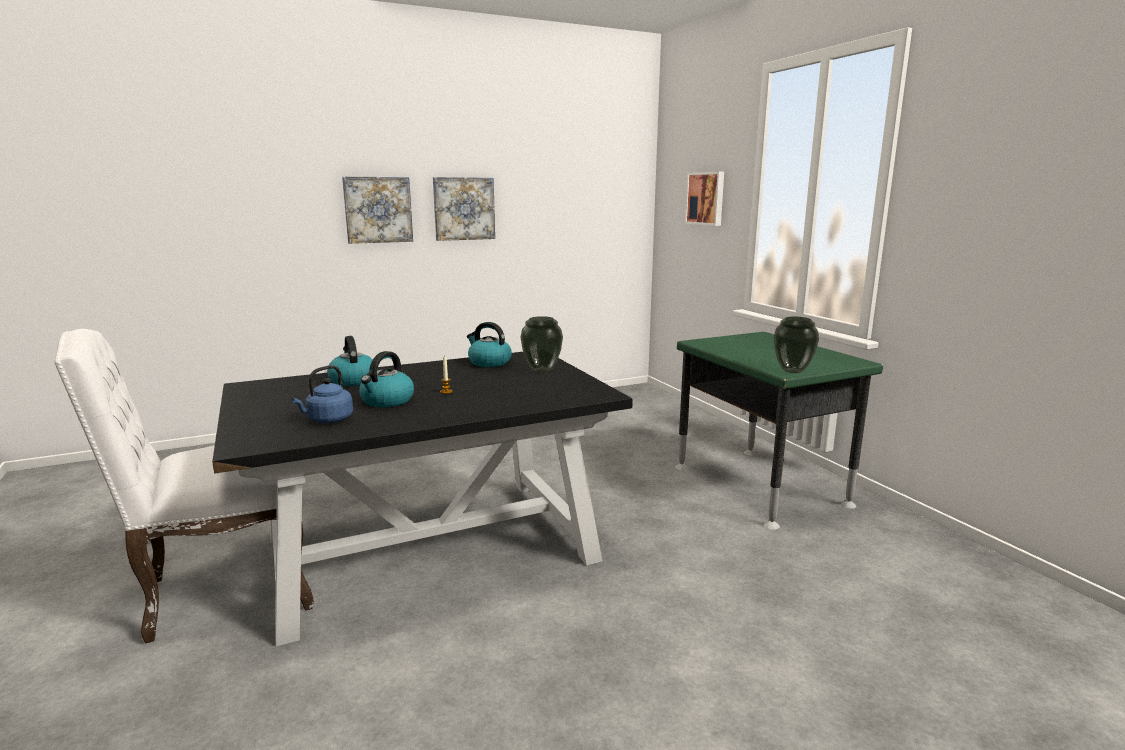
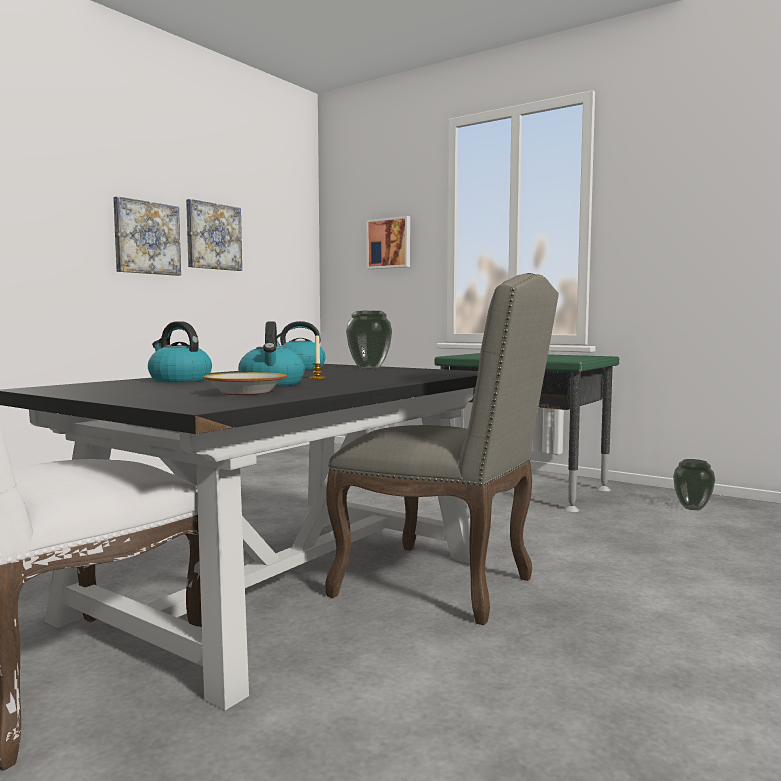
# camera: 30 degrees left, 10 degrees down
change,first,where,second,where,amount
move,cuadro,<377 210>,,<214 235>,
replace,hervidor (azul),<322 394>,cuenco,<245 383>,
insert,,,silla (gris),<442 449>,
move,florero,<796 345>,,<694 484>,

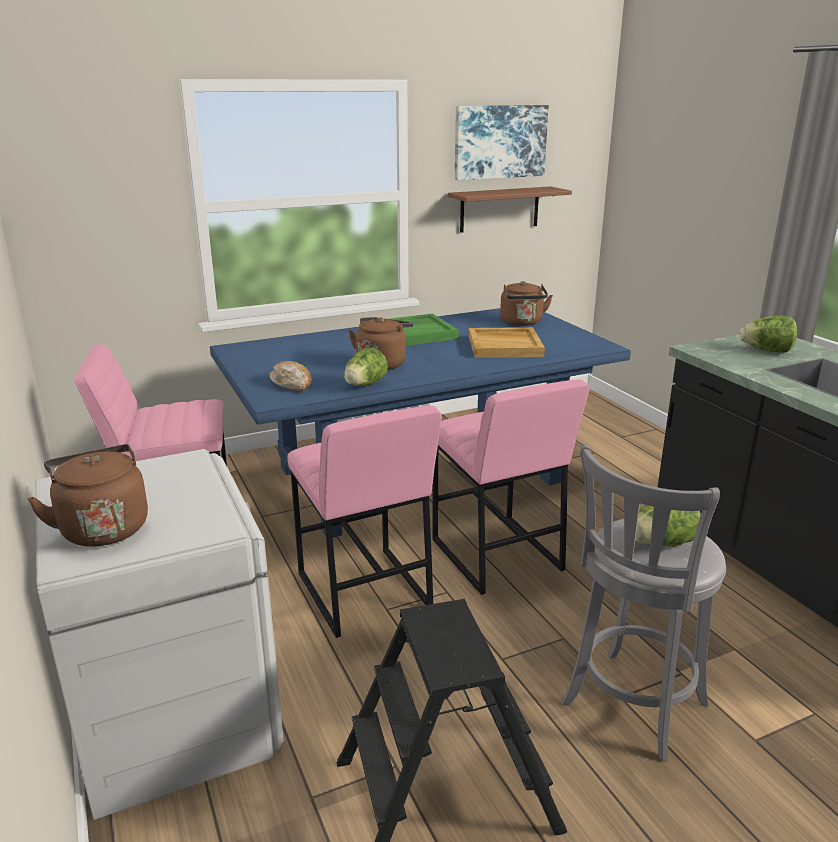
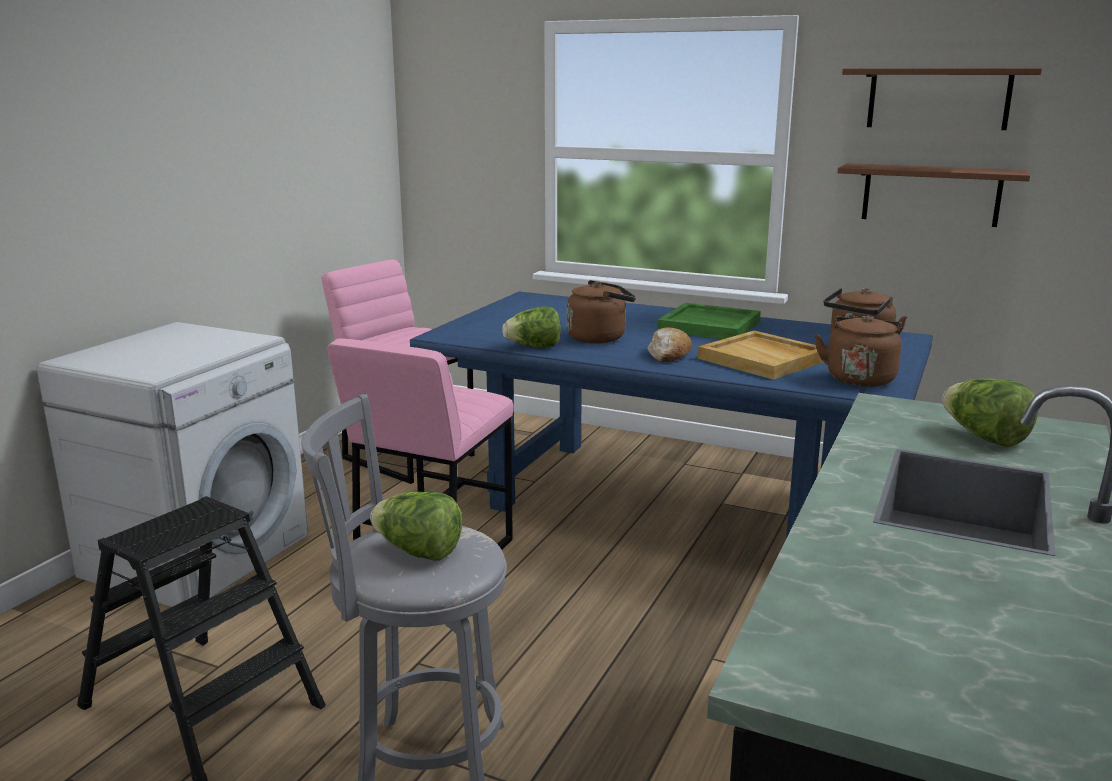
# camera: 50 degrees right, 5 degrees down
change,first,where,second,where,amount
move,pan,<290 376>,,<669 344>,
move,hervidor (marrón),<87 495>,,<858 351>,
replace,cuadro,<502 142>,estante (marrón),<942 99>,
delete,silla (rosa),<511 487>,,,

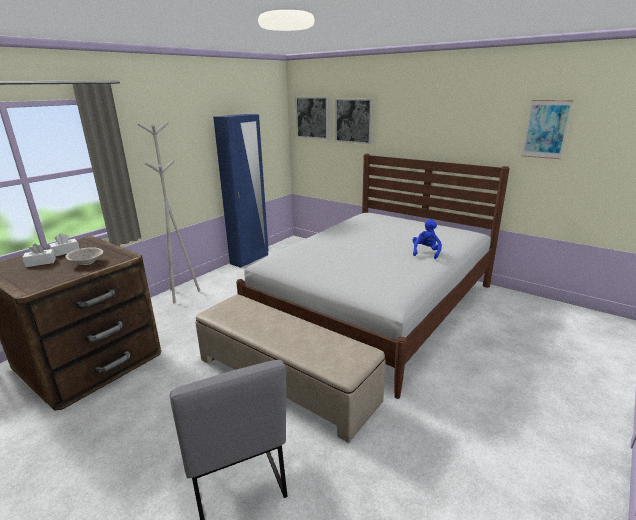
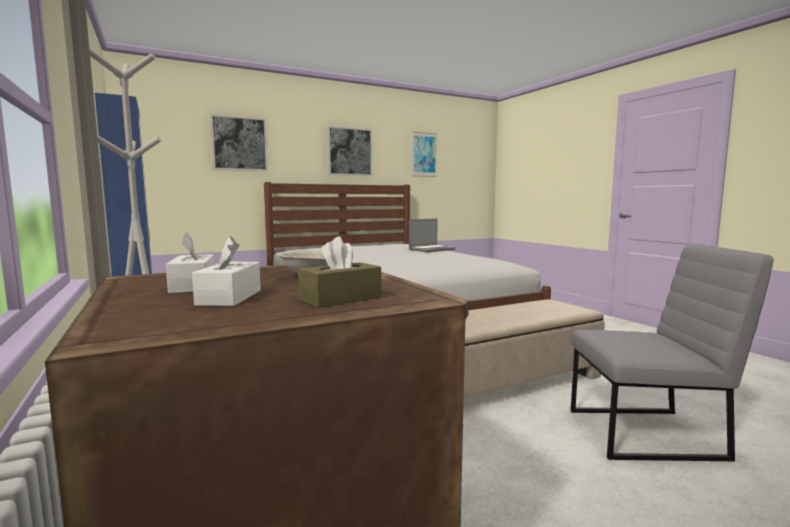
# camera: 65 degrees left, 15 degrees down
change,first,where,second,where,amount
insert,,,caja de pañuelos (marrón),<340 272>,
move,cuadro,<312 118>,,<349 151>,
replace,peluche (azul),<427 239>,portátil,<432 235>,

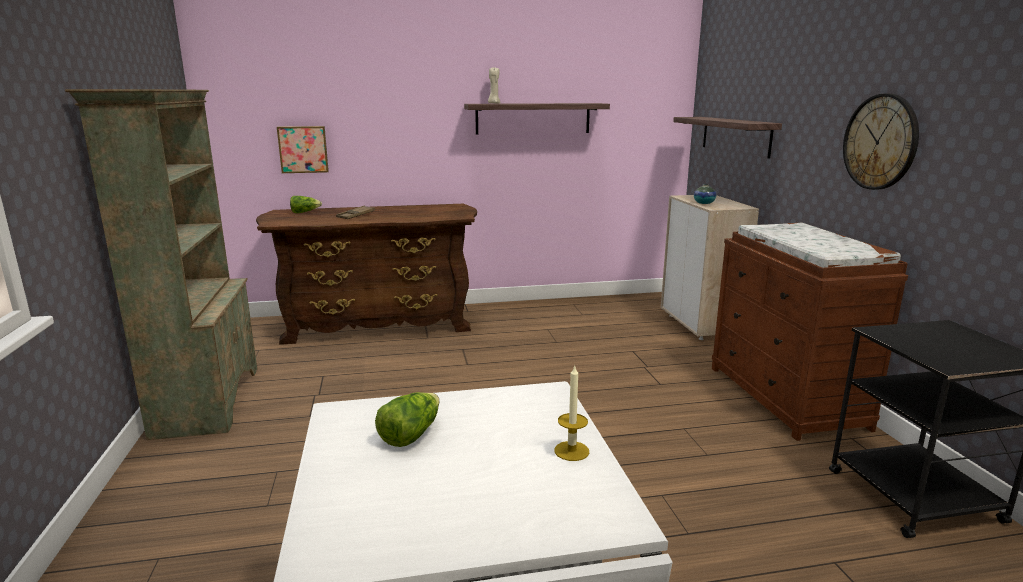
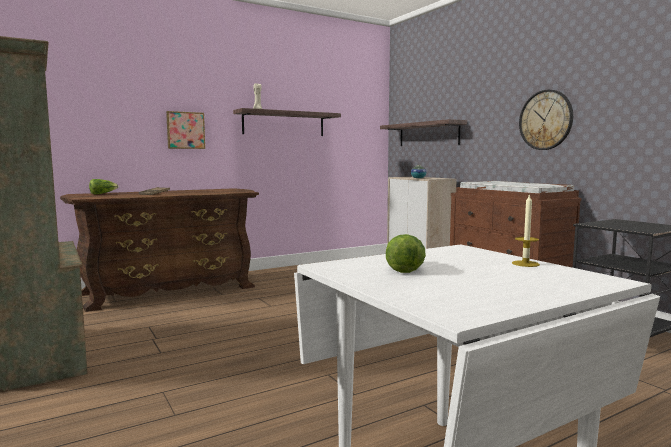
# camera: 20 degrees left, 10 degrees down
change,first,where,second,where,amount
move,cuadro,<303 149>,,<185 130>,

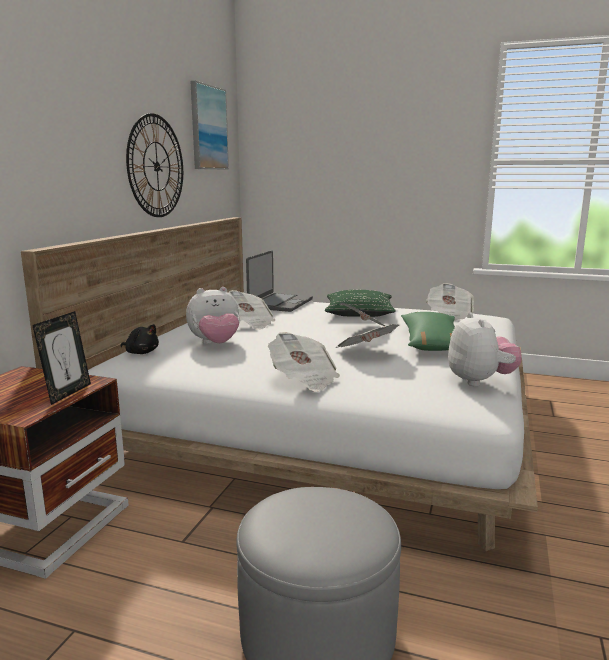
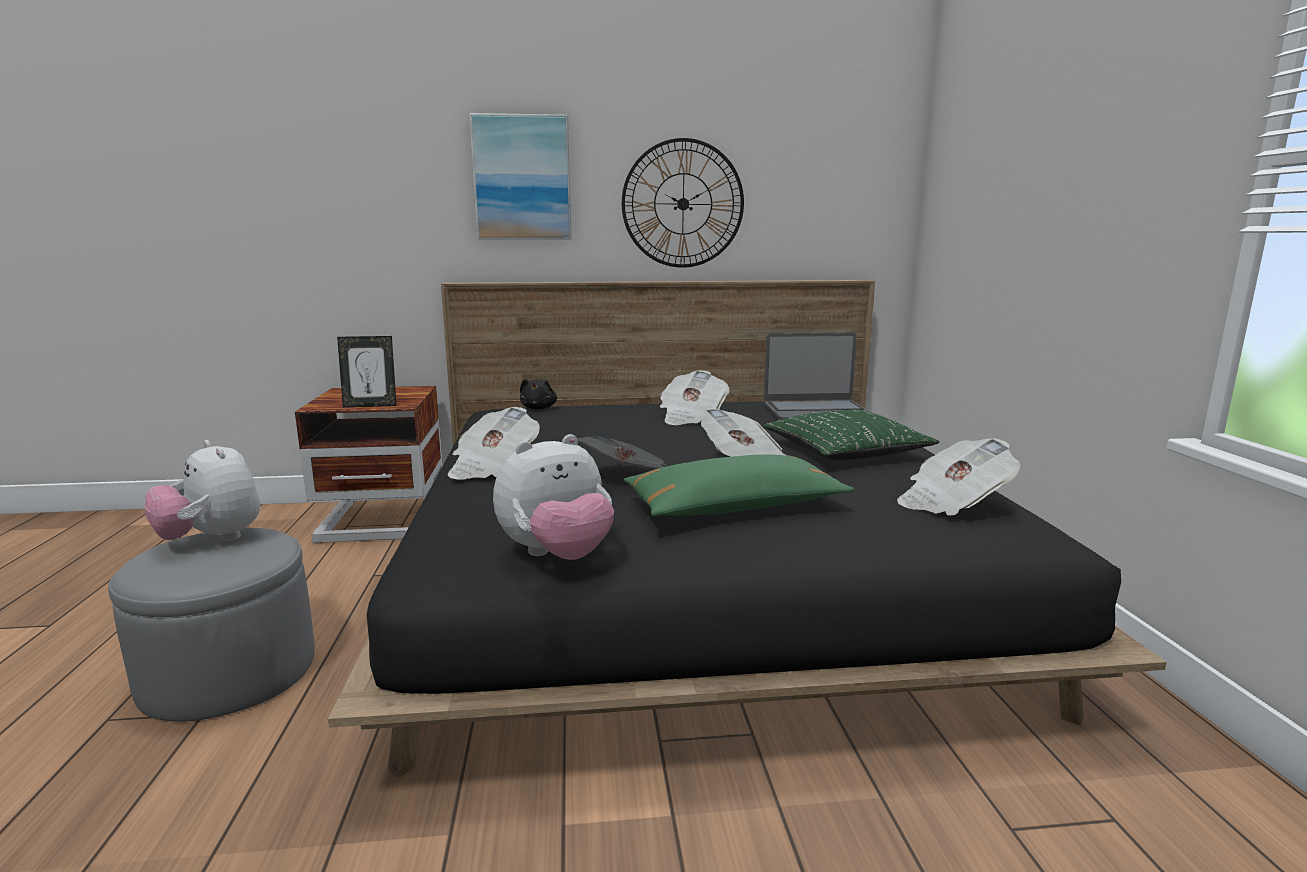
# camera: 65 degrees right, 0 degrees up
change,first,where,second,where,amount
move,peluche,<213 315>,,<202 490>,
recolor,cama (blanco),<279 384>,cama (negro),<747 529>,
move,cuadro,<209 125>,,<520 176>,

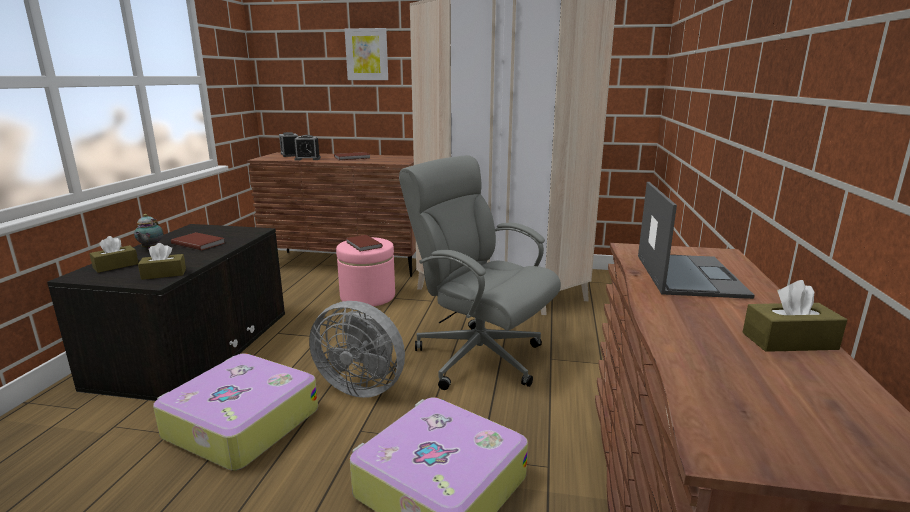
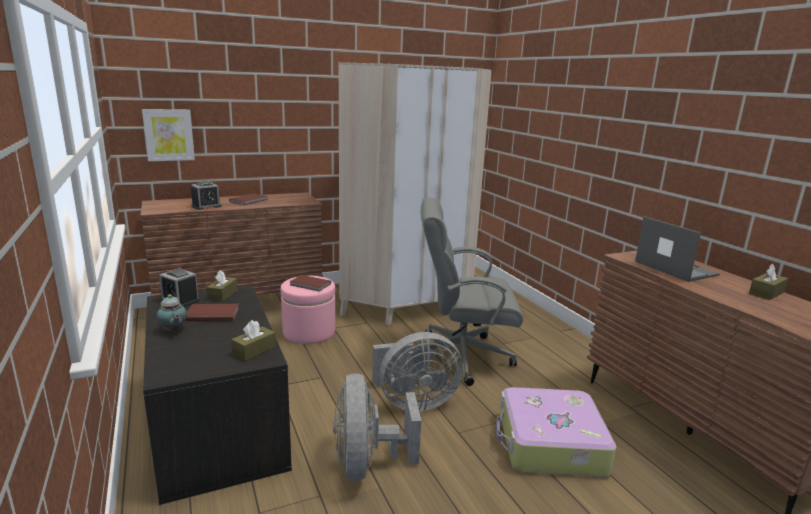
# camera: 35 degrees left, 0 degrees up
change,first,where,second,where,amount
move,cuadro,<366 54>,,<168 135>,
move,despertador,<288 144>,,<179 287>,
move,caja de pañuelos (marrón),<113 254>,,<222 286>,
replace,maleta,<235 412>,ventilador (gris),<377 427>,

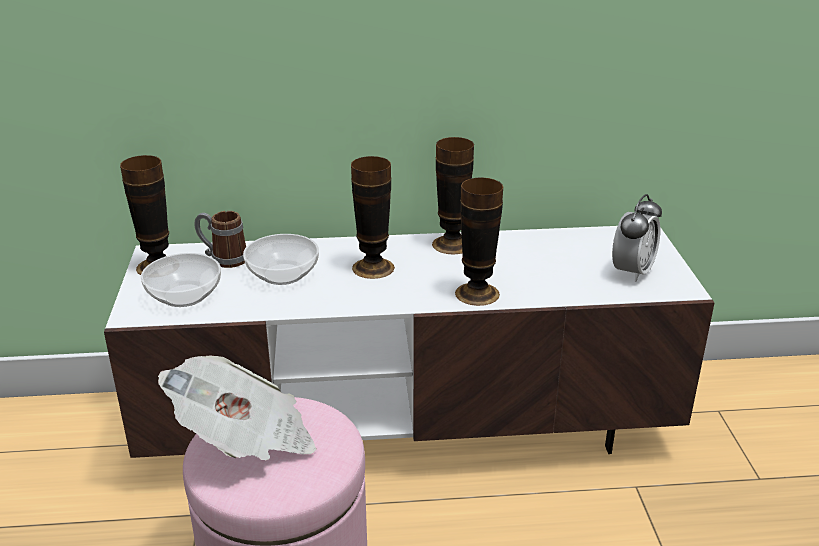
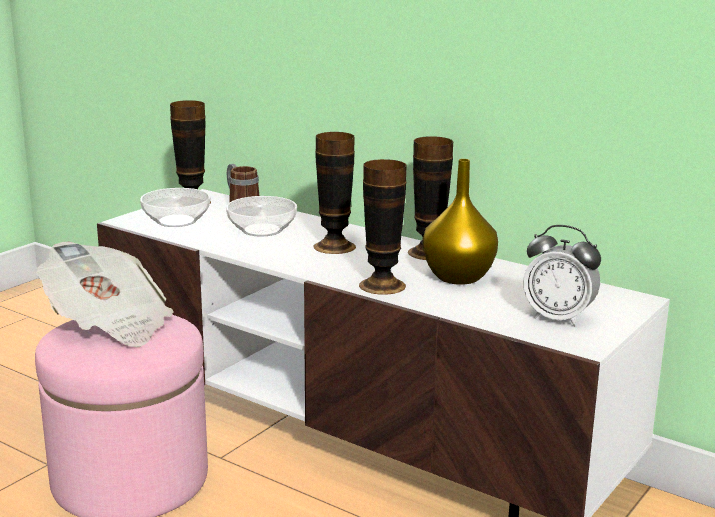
# camera: 40 degrees right, 10 degrees down
change,first,where,second,where,amount
insert,,,florero (amarillo),<460 222>,
rotate,despertador,<637 238>,,<562 276>,45 degrees clockwise

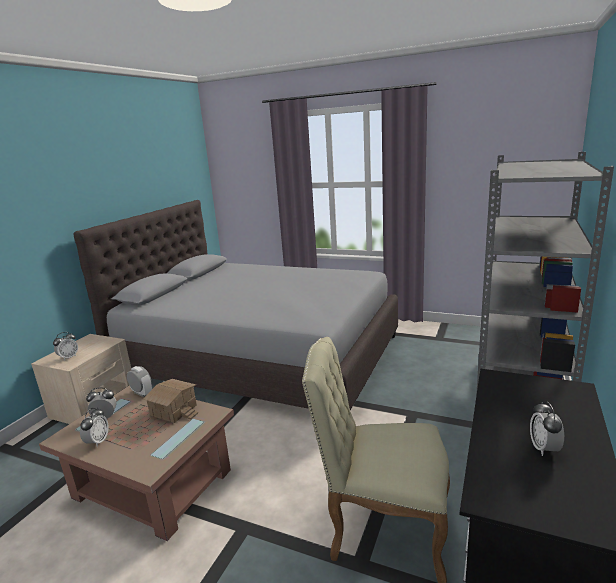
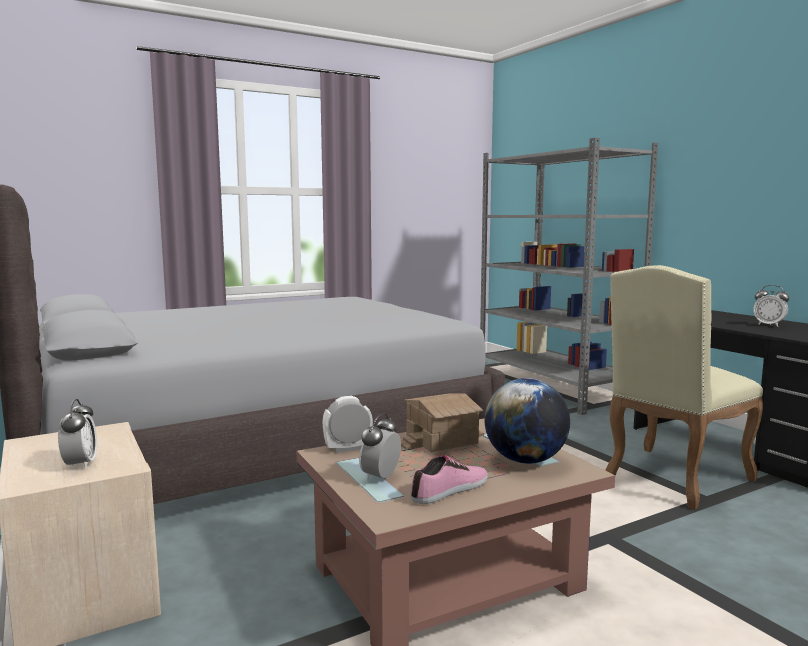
# camera: 55 degrees left, 10 degrees down
change,first,where,second,where,amount
replace,despertador,<94 427>,zapato,<449 479>,
insert,,,globo terráqueo,<527 421>,

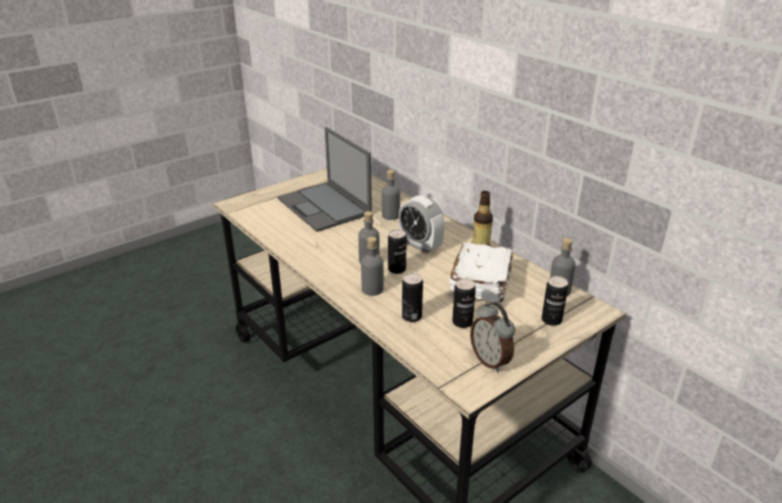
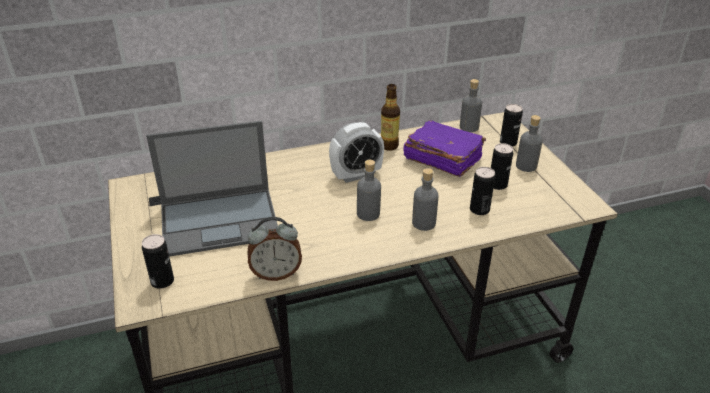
# camera: 70 degrees left, 5 degrees up
change,first,where,second,where,amount
move,lata,<397 251>,,<158 261>,
move,despertador,<492 337>,,<274 249>,
recolor,libro (blanco),<481 272>,libro (morado),<444 148>,
move,botella (gris),<391 195>,,<529 143>,

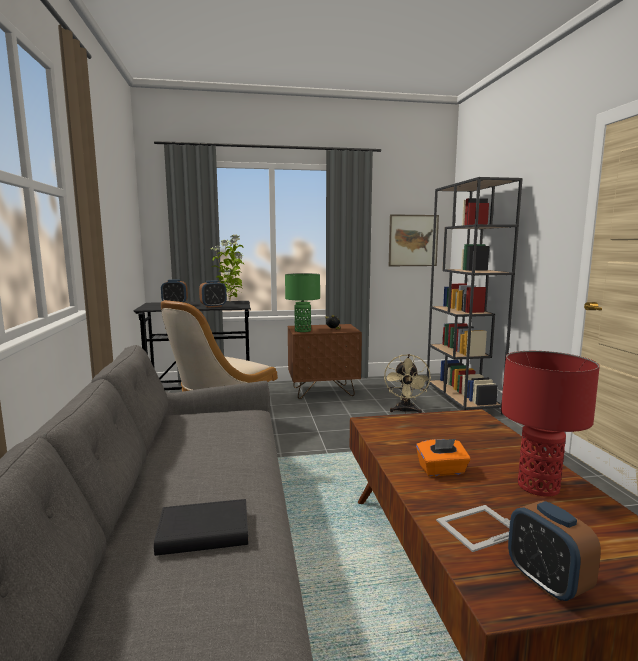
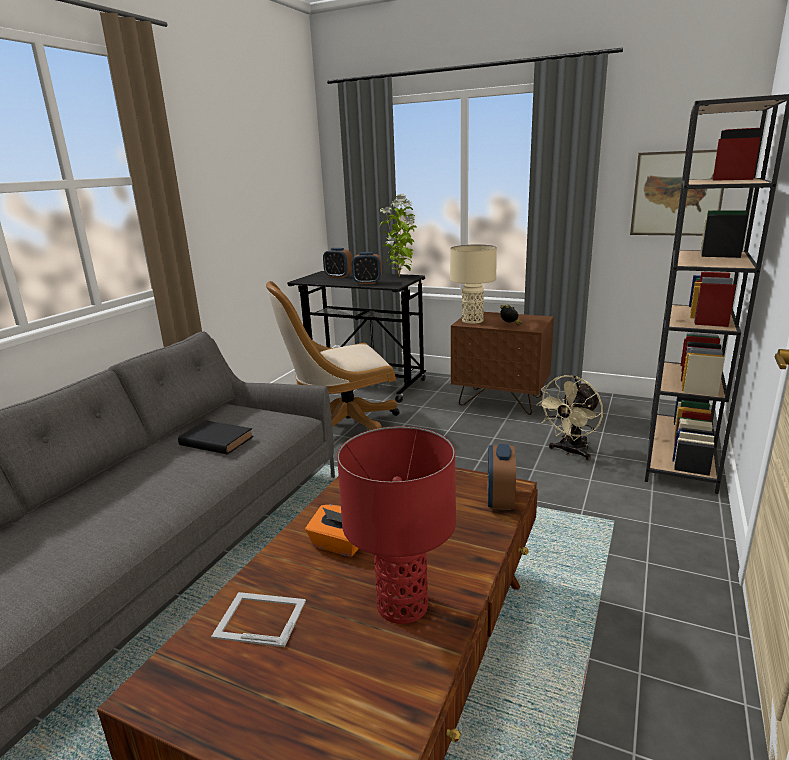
# camera: 35 degrees right, 10 degrees up
change,first,where,second,where,amount
move,libro (negro),<201 527>,,<215 438>,
recolor,lámpara de mesa (verde),<302 302>,lámpara de mesa (beis),<473 284>,
move,despertador,<554 551>,,<502 477>,

